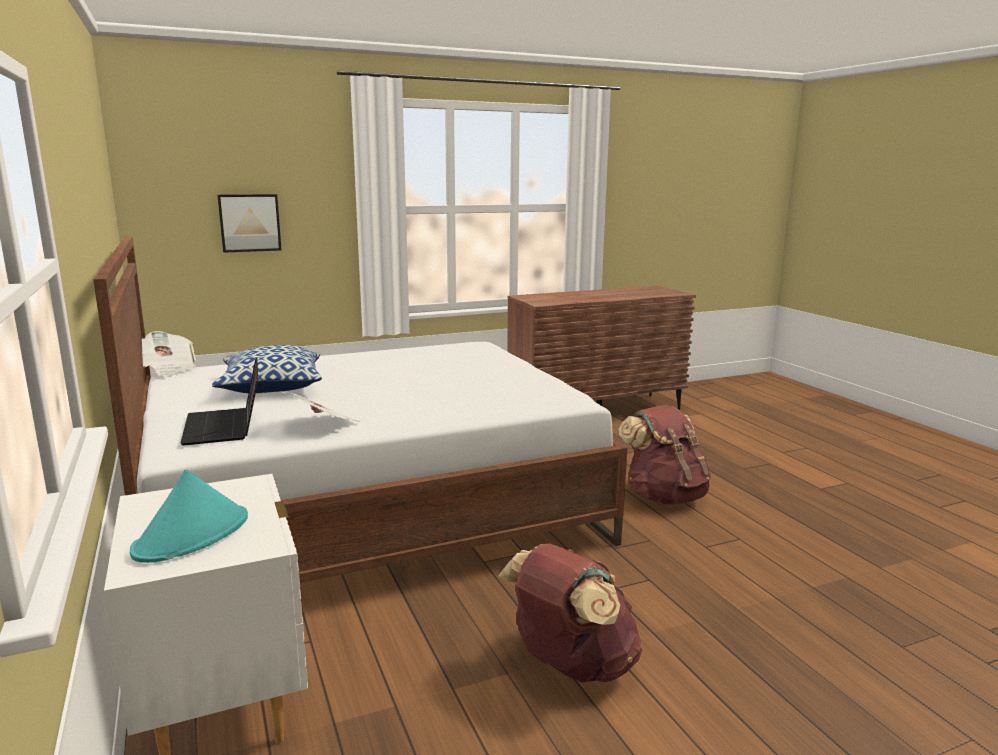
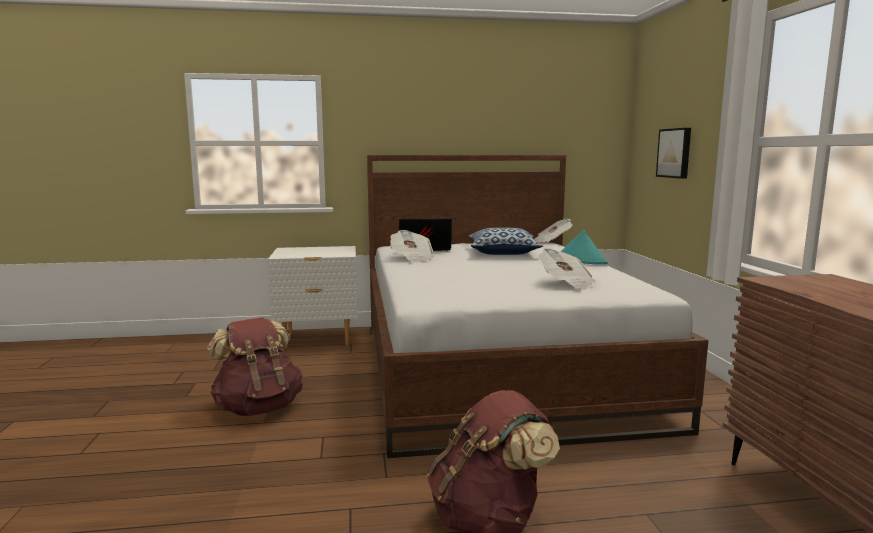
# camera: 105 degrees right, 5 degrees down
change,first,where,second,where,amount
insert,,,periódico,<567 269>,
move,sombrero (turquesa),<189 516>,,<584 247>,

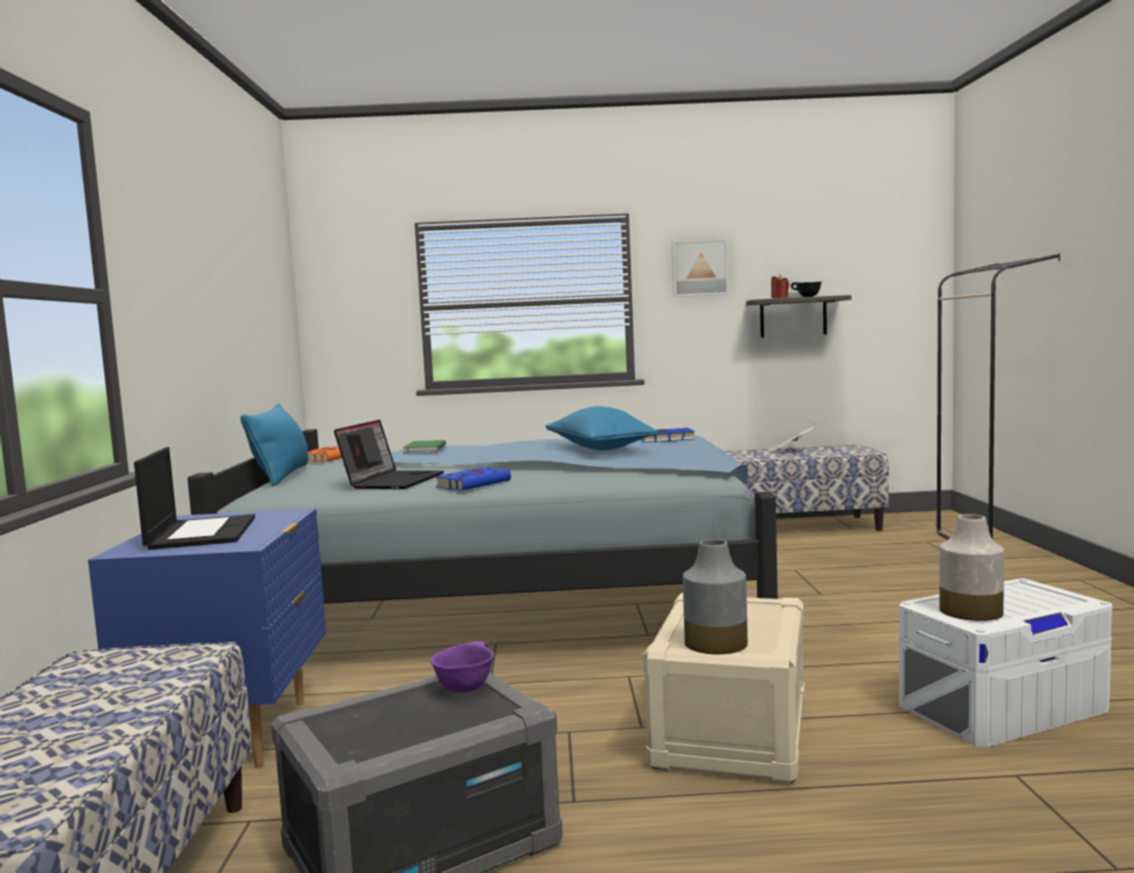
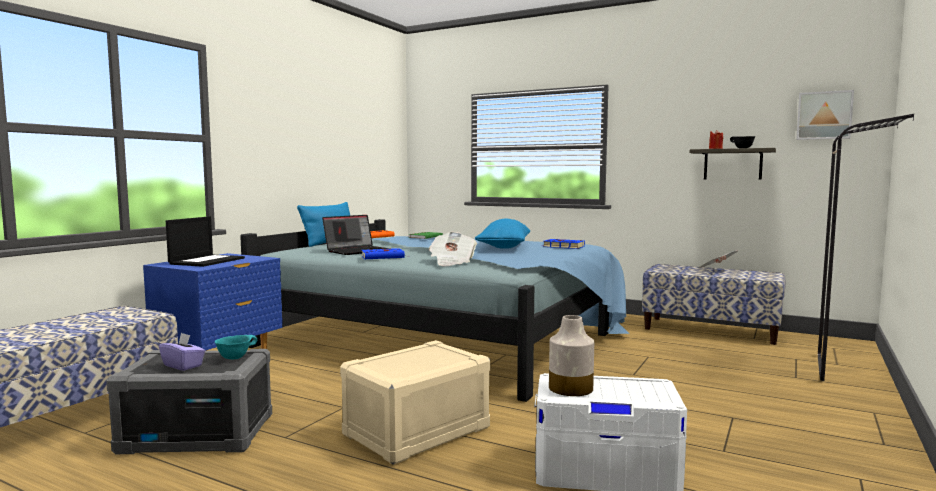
# camera: 30 degrees right, 0 degrees up
change,first,where,second,where,amount
insert,,,caja de pañuelos (morado),<182 352>,
recolor,cuenco (morado),<462 667>,cuenco (turquesa),<236 347>,
insert,,,periódico,<453 249>,
move,cuadro,<700 268>,,<825 115>,
delete,florero (gris),<715 596>,,,

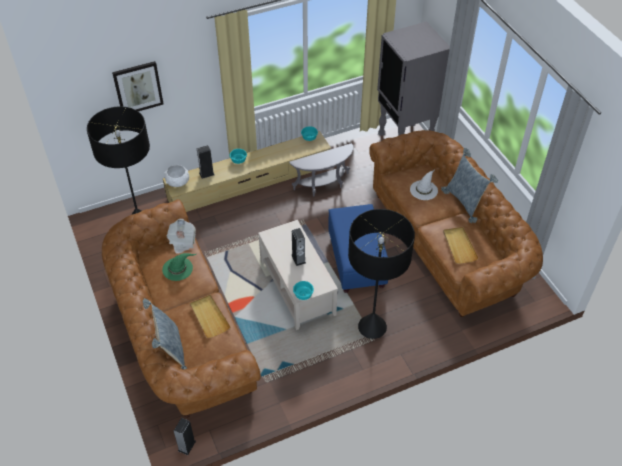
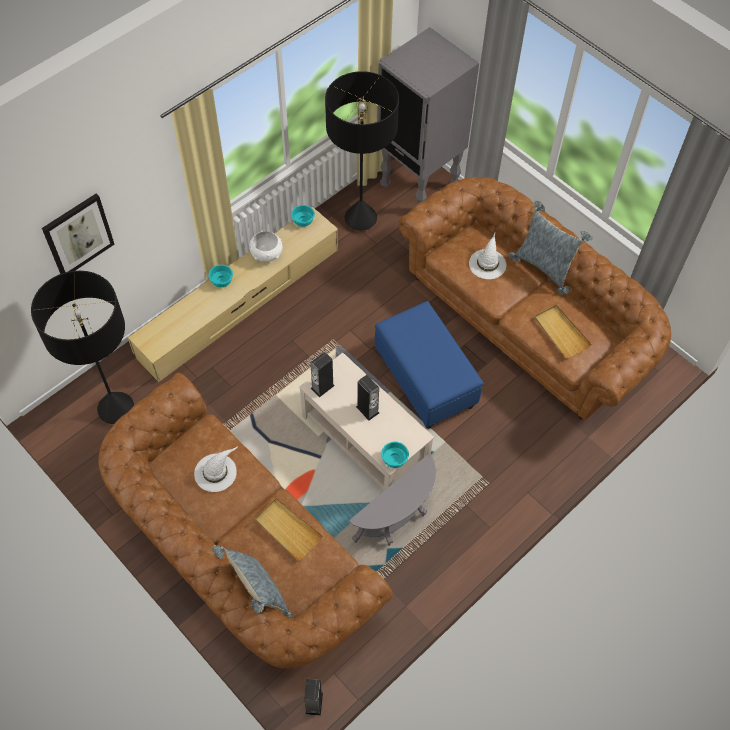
# camera: 20 degrees left, 10 degrees up
change,first,where,second,where,amount
recolor,sombrero (verde),<179 267>,sombrero (blanco),<216 469>,
move,cuenco (blanco),<177 175>,,<266 246>,
move,altavoz,<205 162>,,<322 374>,
move,lámpara de pie (negro),<381 274>,,<362 150>,
move,mesa auxiliar (gris),<321 169>,,<392 500>,
delete,periódico,<181 236>,,,

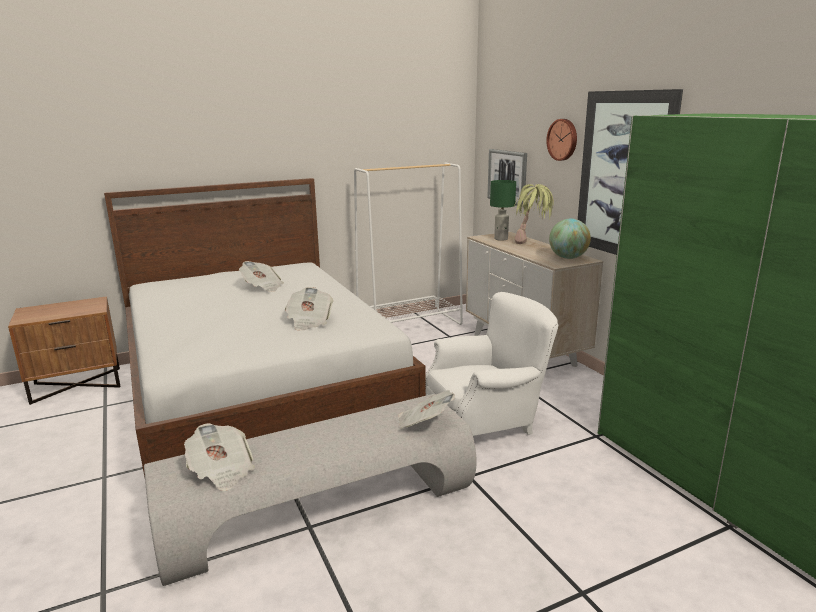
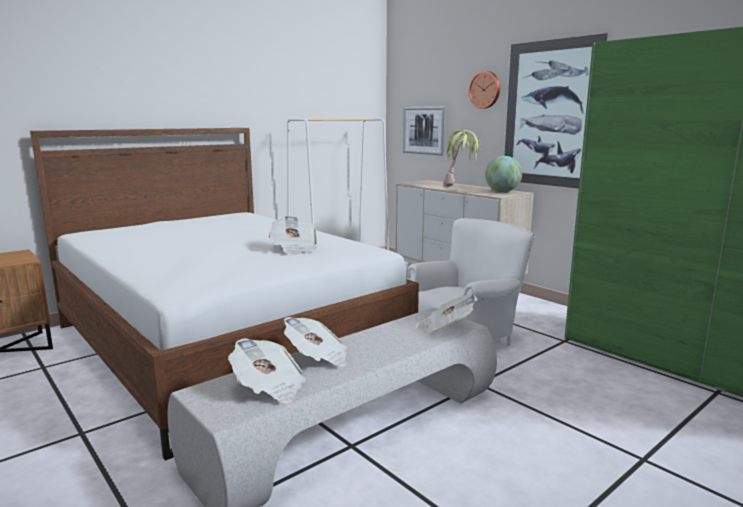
# camera: 15 degrees left, 5 degrees down
change,first,where,second,where,amount
move,periódico,<261 276>,,<315 342>,
delete,lámpara de mesa (verde),<503 210>,,,

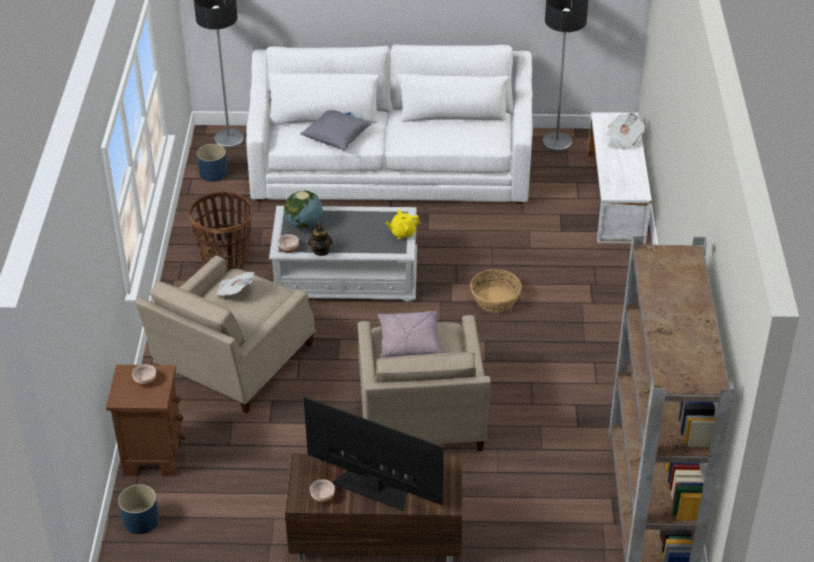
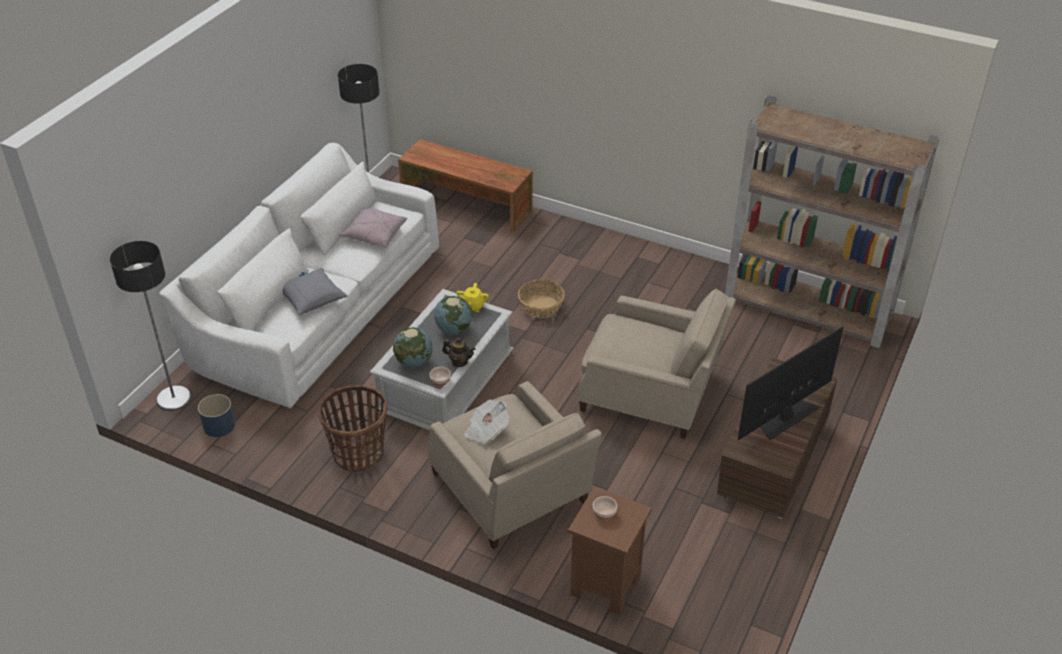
# camera: 65 degrees left, 0 degrees up
change,first,where,second,where,amount
move,cojín (morado),<410 334>,,<373 228>,
recolor,banco (blanco),<620 178>,banco (marrón),<465 185>,
insert,,,globo terráqueo,<453 315>,
delete,maceta (azul),<138 509>,,,
delete,cuenco,<322 491>,,,
delete,periódico,<626 131>,,,

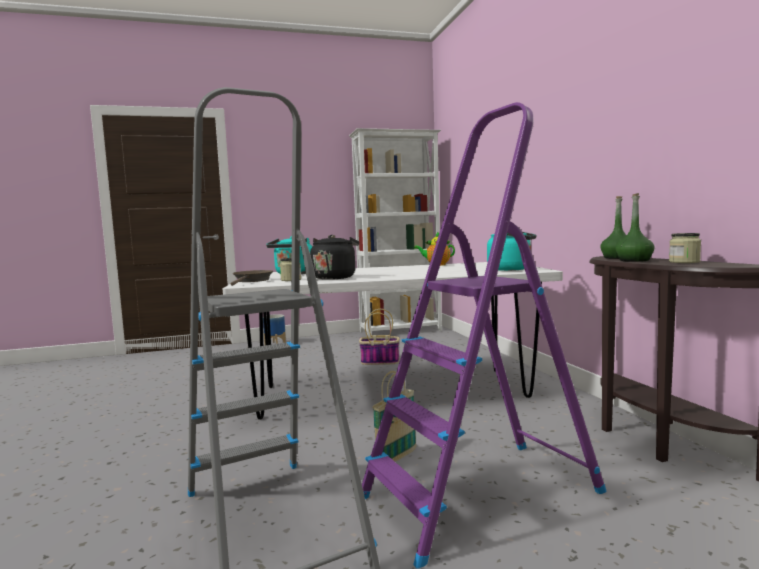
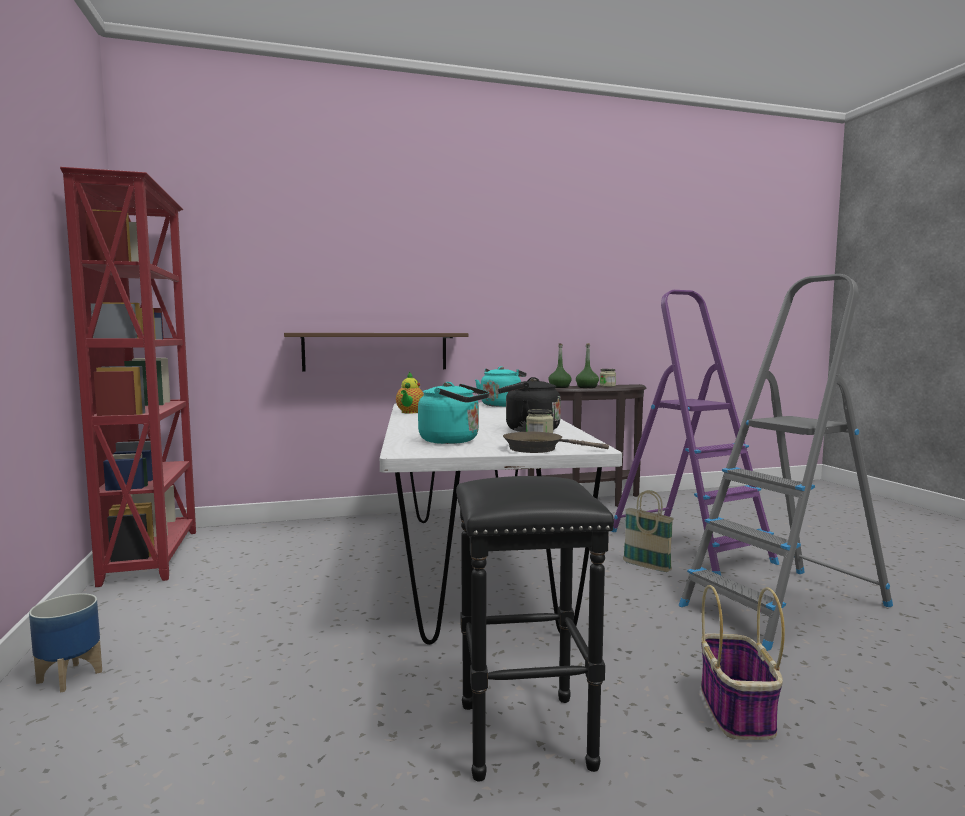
# camera: 90 degrees left, 0 degrees up
change,first,where,second,where,amount
recolor,estantería (blanco),<395 232>,estantería (rojo),<128 377>,
insert,,,estante (marrón),<376 352>,
insert,,,taburete (negro),<535 629>,
move,cesta,<379 337>,,<743 662>,

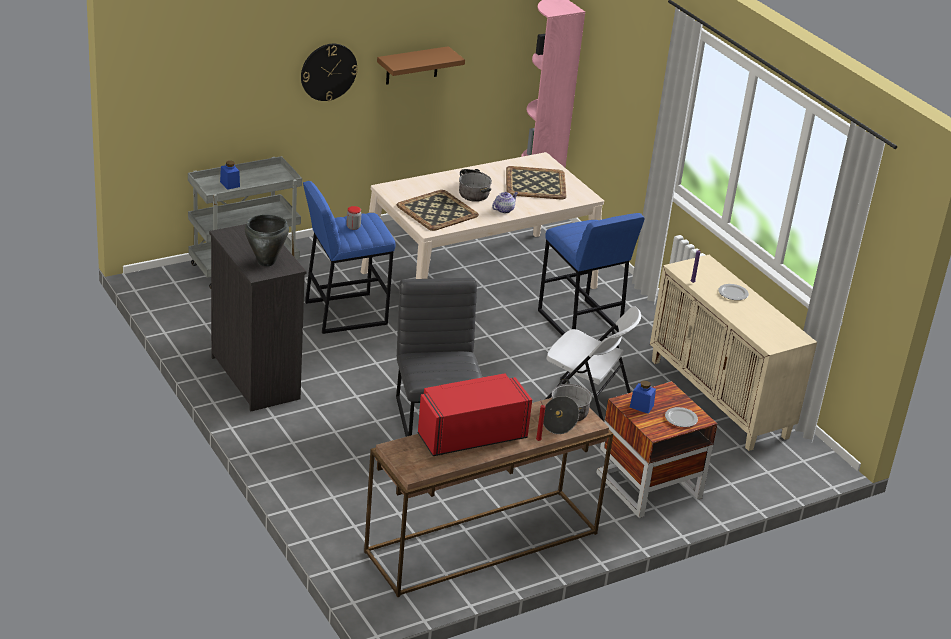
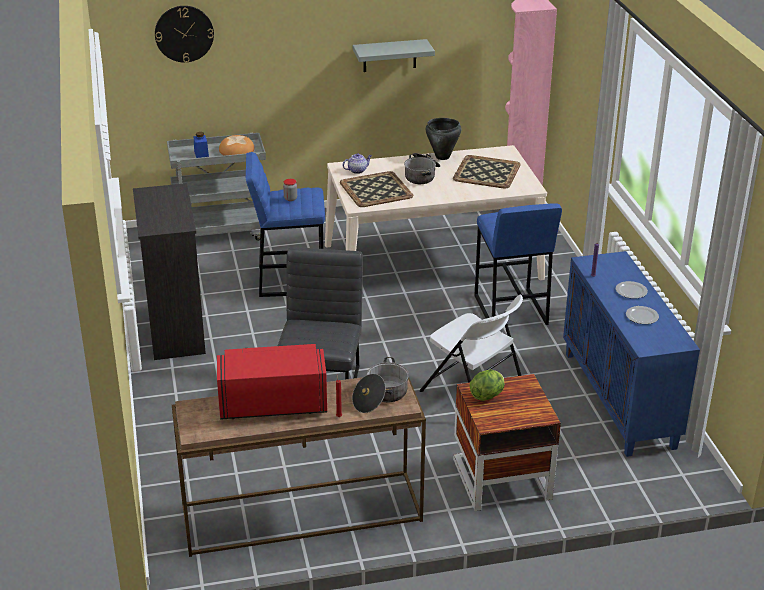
# camera: 20 degrees right, 0 degrees up
change,first,where,second,where,amount
move,reloj de pared,<329 72>,,<184 34>,
insert,,,pan,<237 145>,
move,tetera,<505 202>,,<357 163>,
recolor,estante (marrón),<421 65>,estante (gris),<394 55>,
move,olla (negro),<267 240>,,<444 139>,
replace,tarro (azul),<643 397>,lechuga,<487 385>,
recolor,armario (beis),<733 353>,armario (azul),<631 354>,
move,plato,<681 417>,,<642 315>,

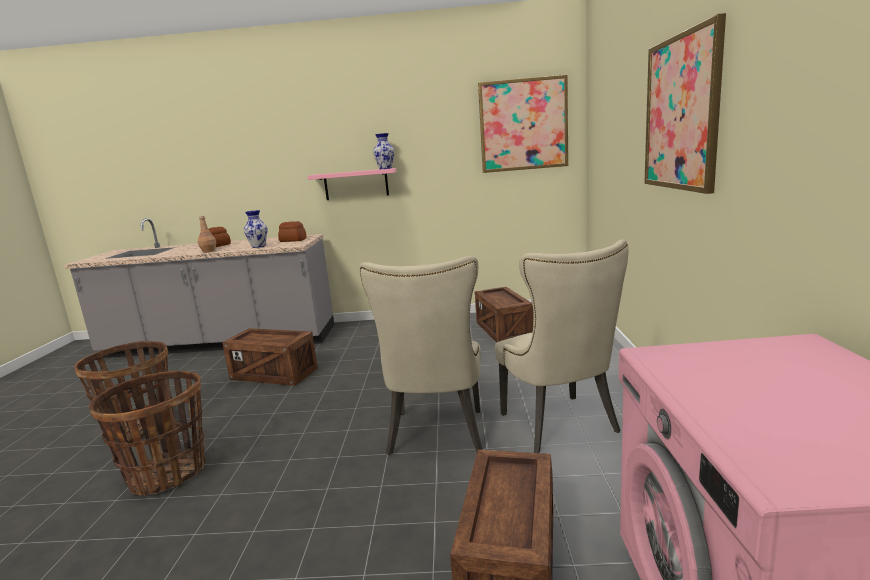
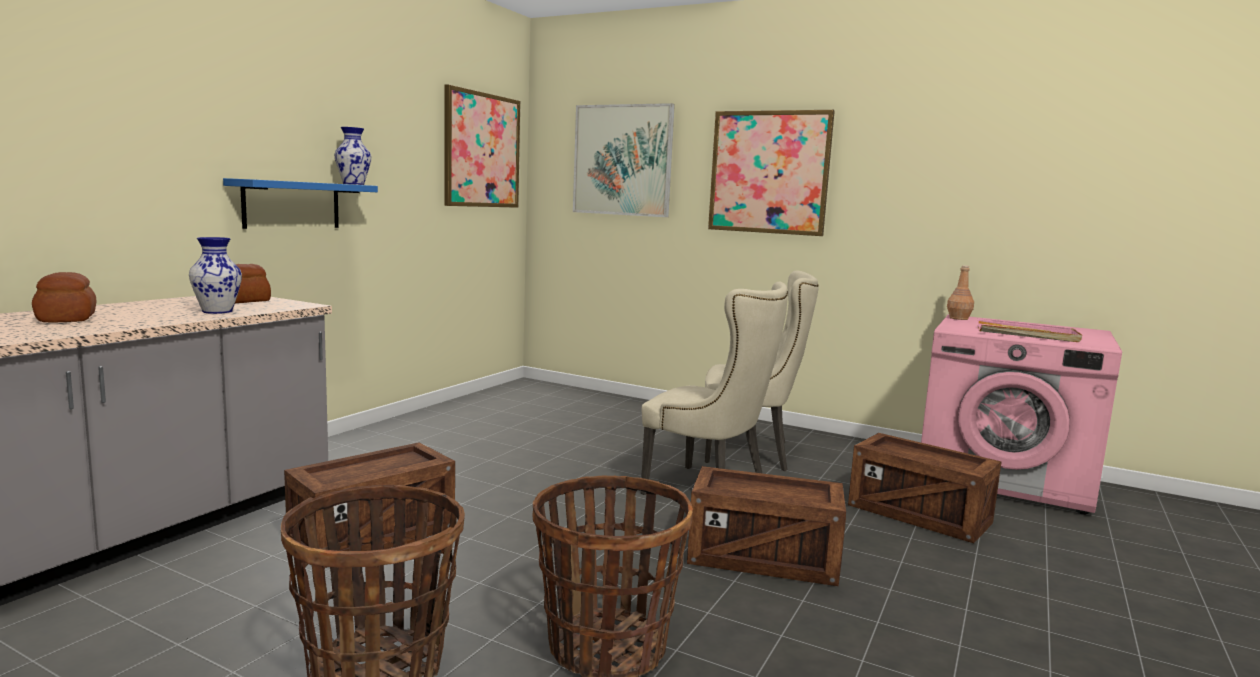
# camera: 65 degrees left, 5 degrees down
change,first,where,second,where,amount
recolor,estante (rosa),<352 184>,estante (azul),<300 203>,
insert,,,cuadro,<624 160>,
move,caja de embalaje,<504 314>,,<766 526>,
move,botella (marrón),<207 234>,,<960 292>,
insert,,,bandeja (rosa),<1029 330>,

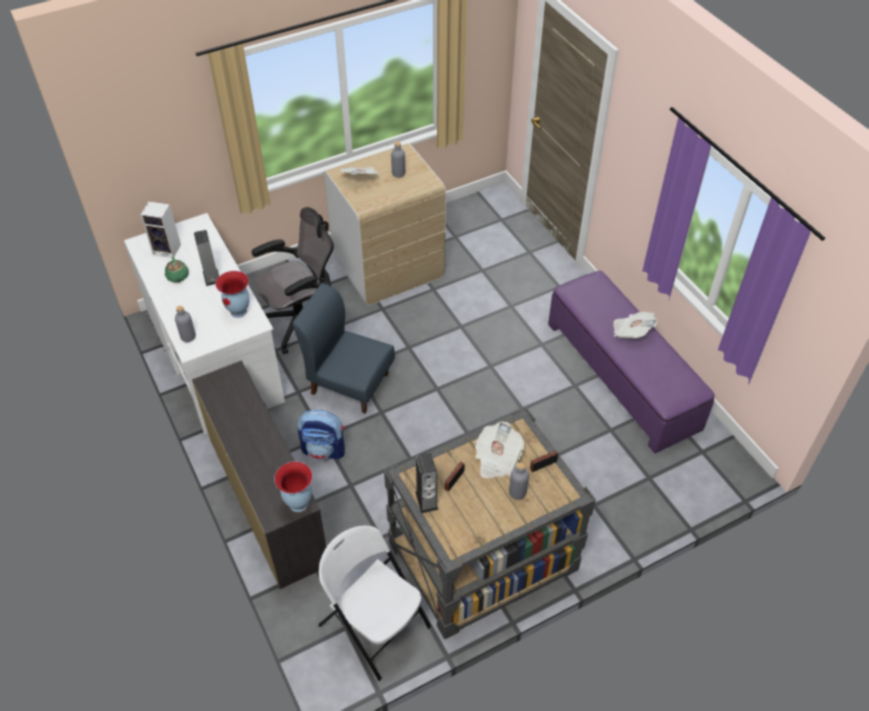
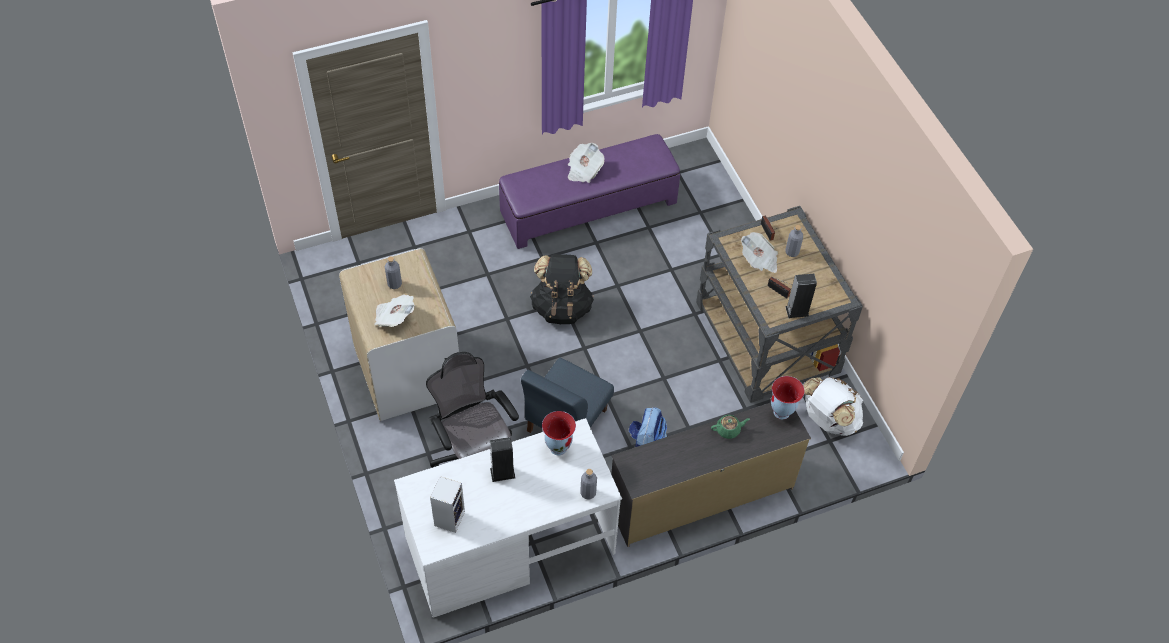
# camera: 85 degrees left, 5 degrees up
change,first,where,second,where,amount
insert,,,mochila (negro),<562 289>,
move,tetera (verde),<177 269>,,<730 427>,
replace,silla (blanco),<374 603>,mochila (blanco),<833 406>,

